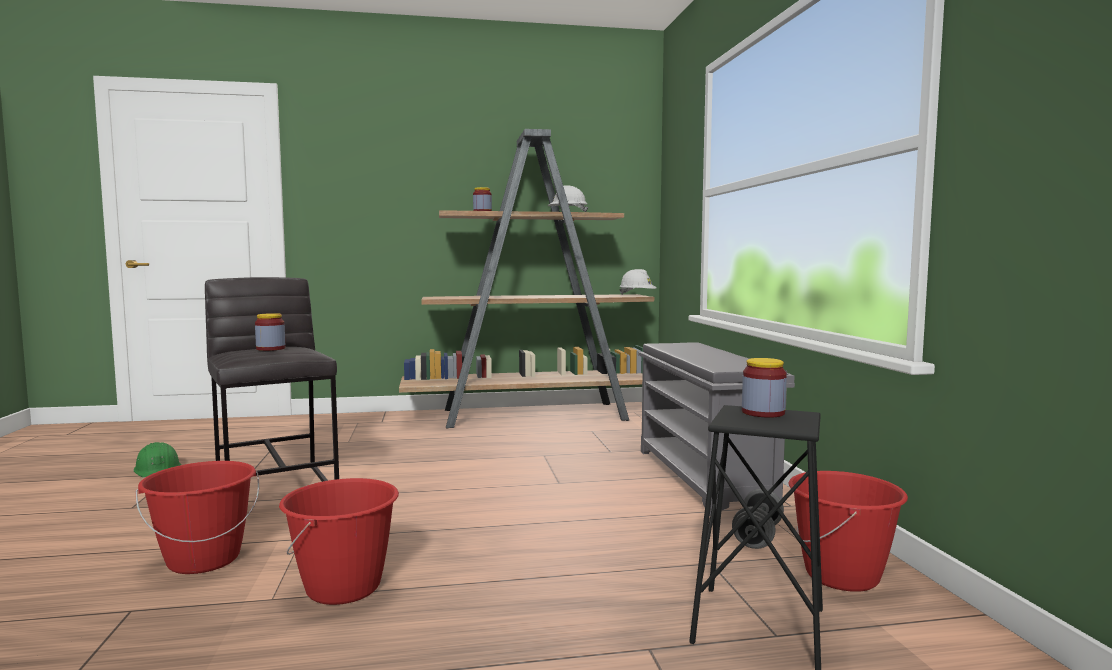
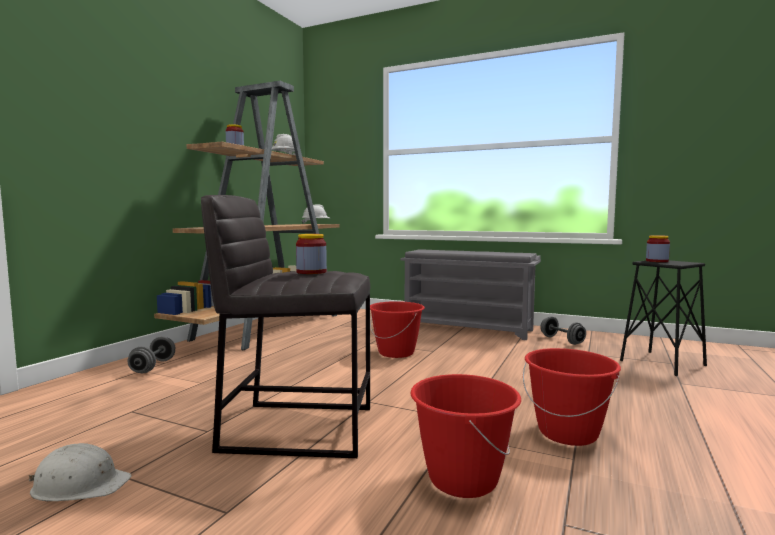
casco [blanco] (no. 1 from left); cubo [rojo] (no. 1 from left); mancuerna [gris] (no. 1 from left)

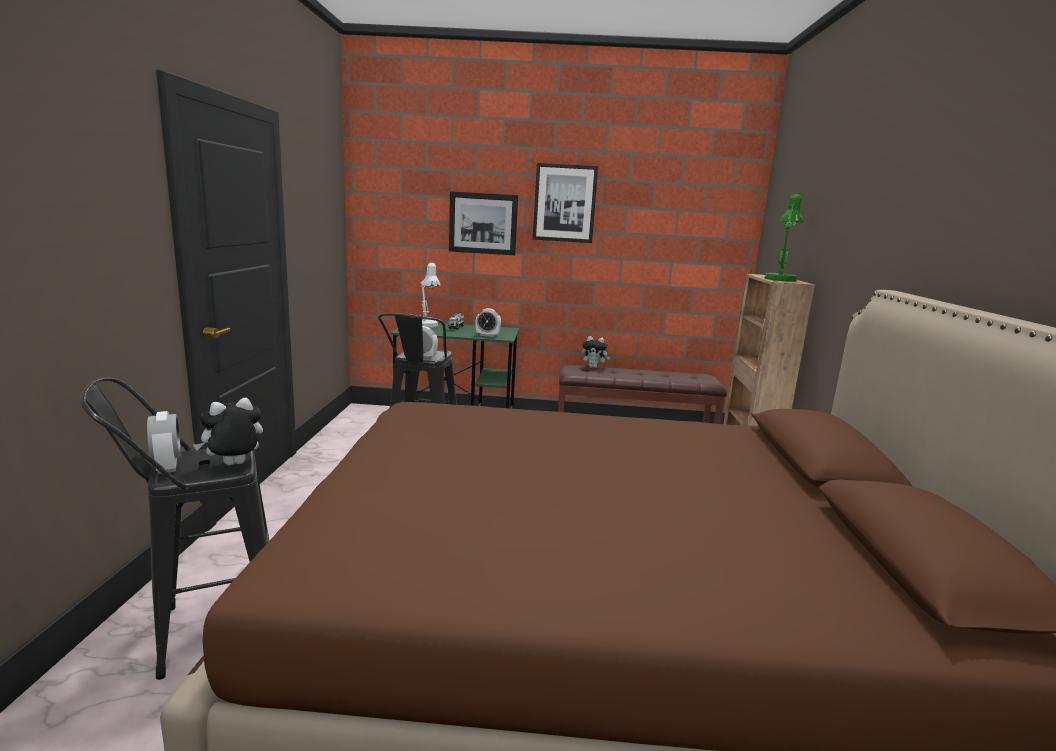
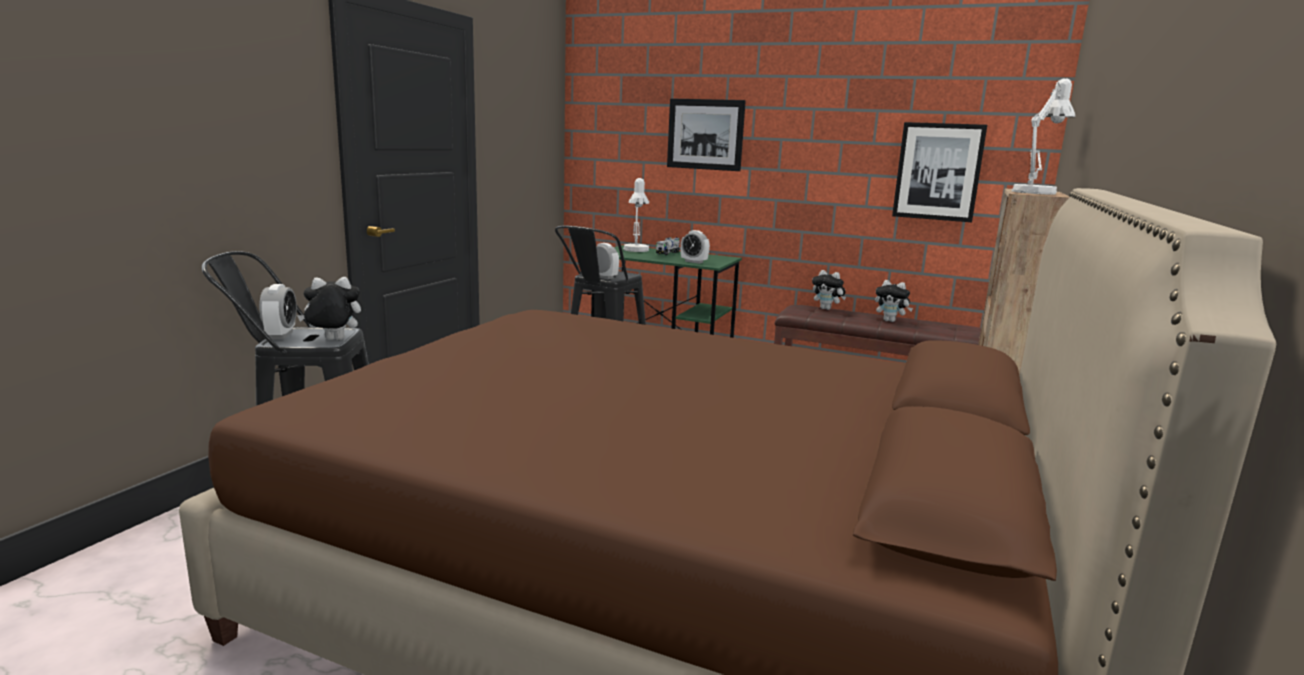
cuadro (no. 2 from left); lámpara de mesa [blanco] (no. 2 from left); peluche (no. 3 from left)

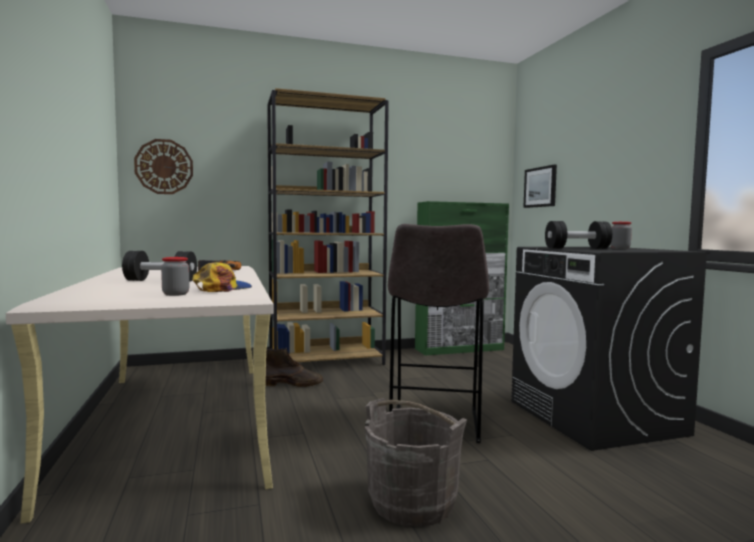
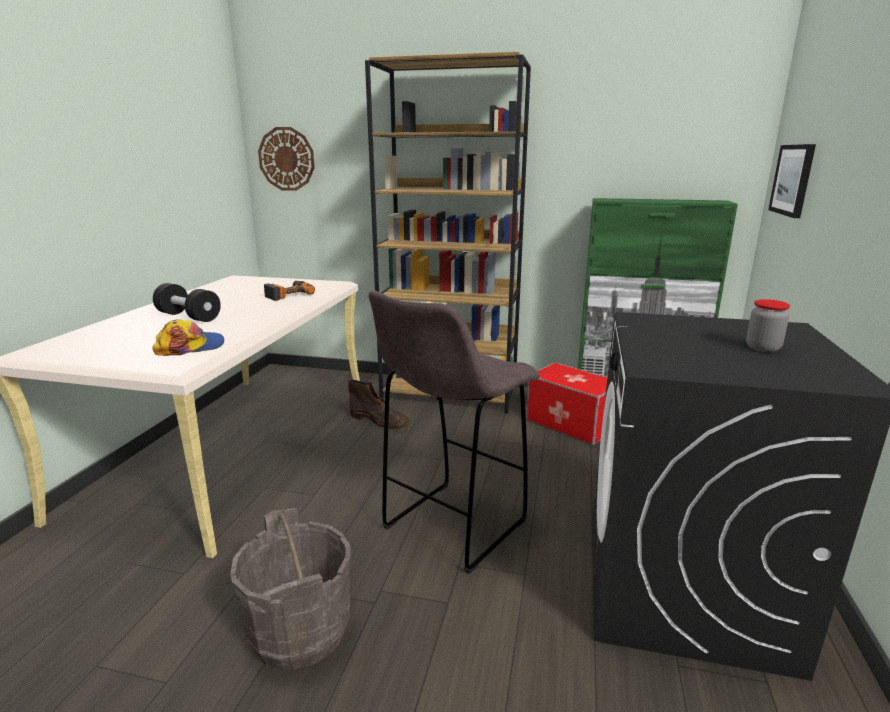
mancuerna [negro] (no. 2 from left in the first image); tarro (no. 1 from left in the first image); caja de almacenaje

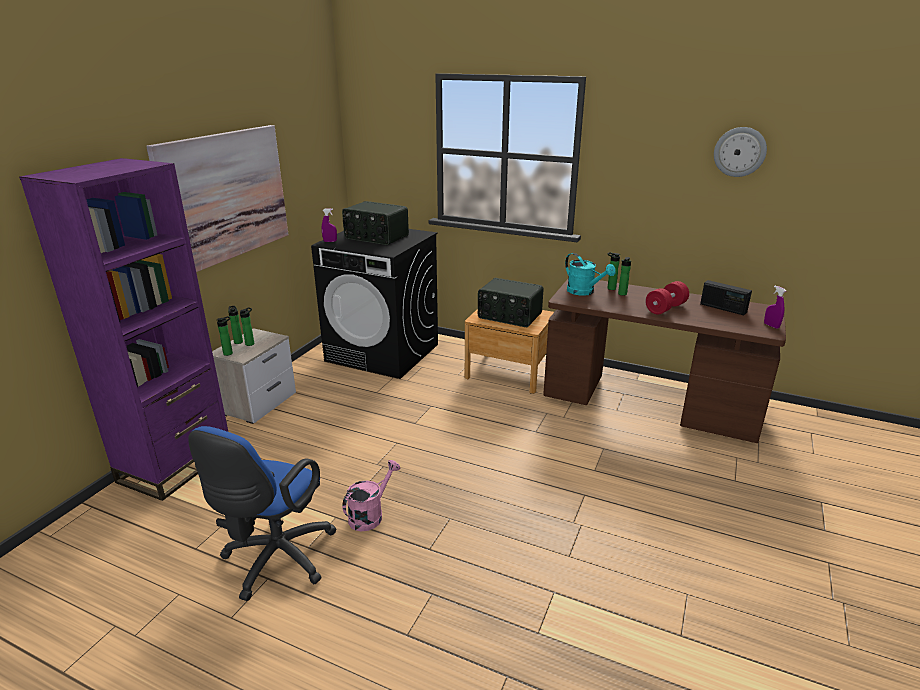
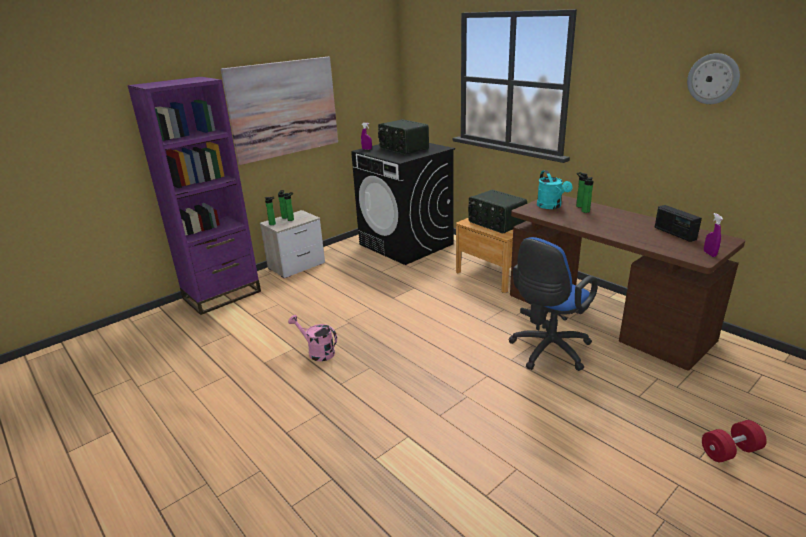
mancuerna [rojo]; silla de oficina [azul]; regadera [rosa]

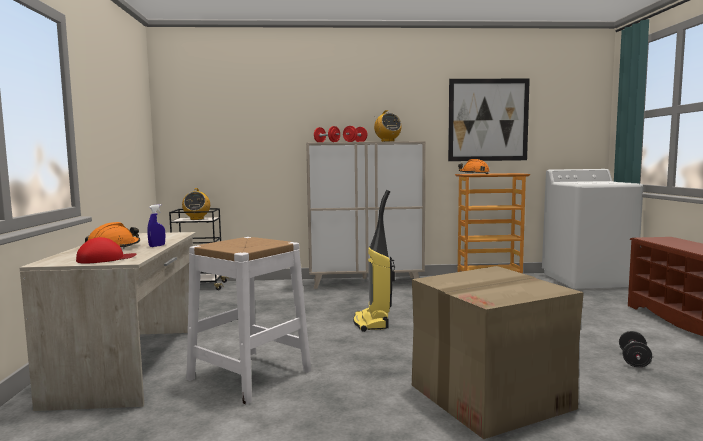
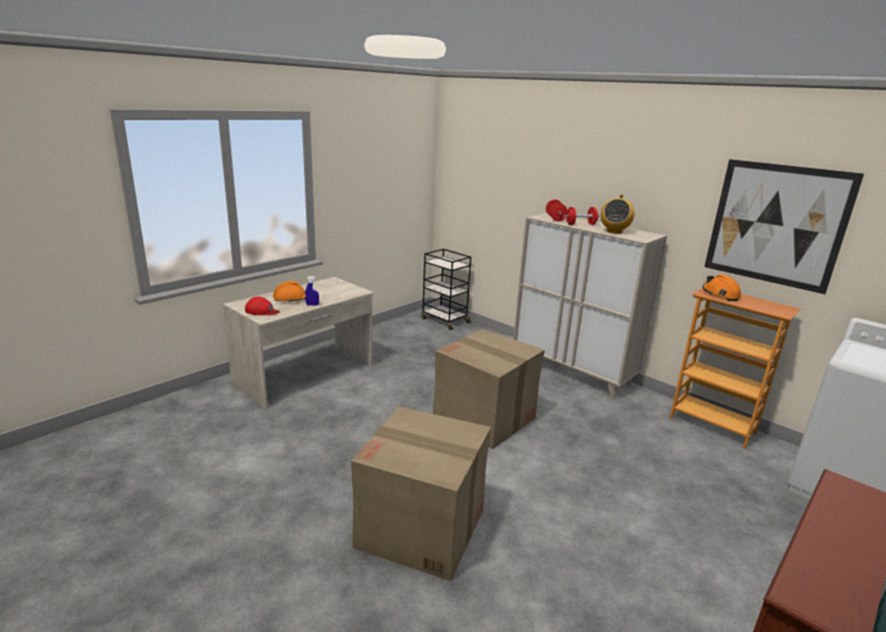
radio (no. 1 from left in the first image); caja de cartón (no. 2 from left); taburete [blanco]; mancuerna [negro]

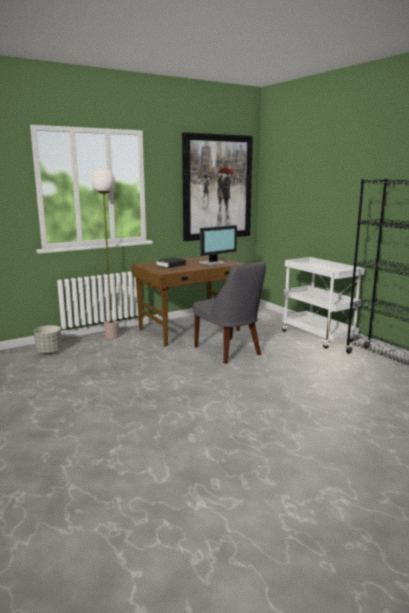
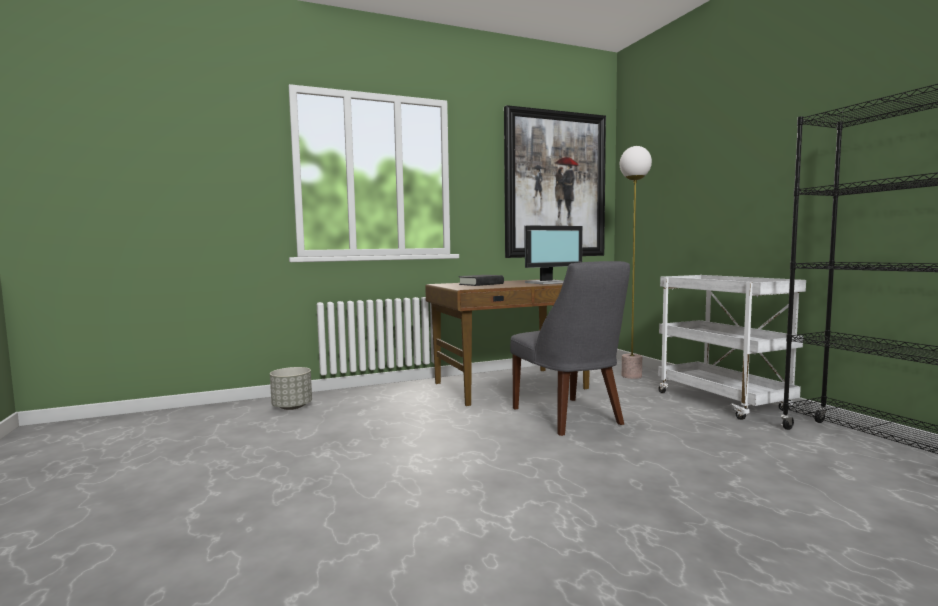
lámpara de pie

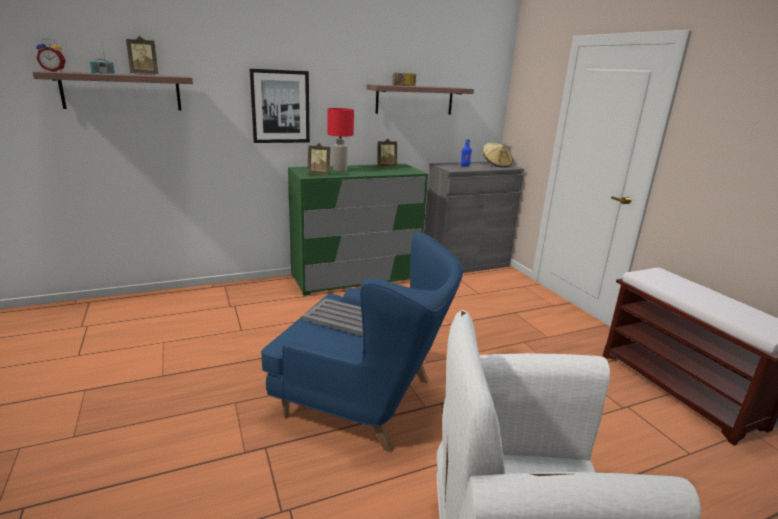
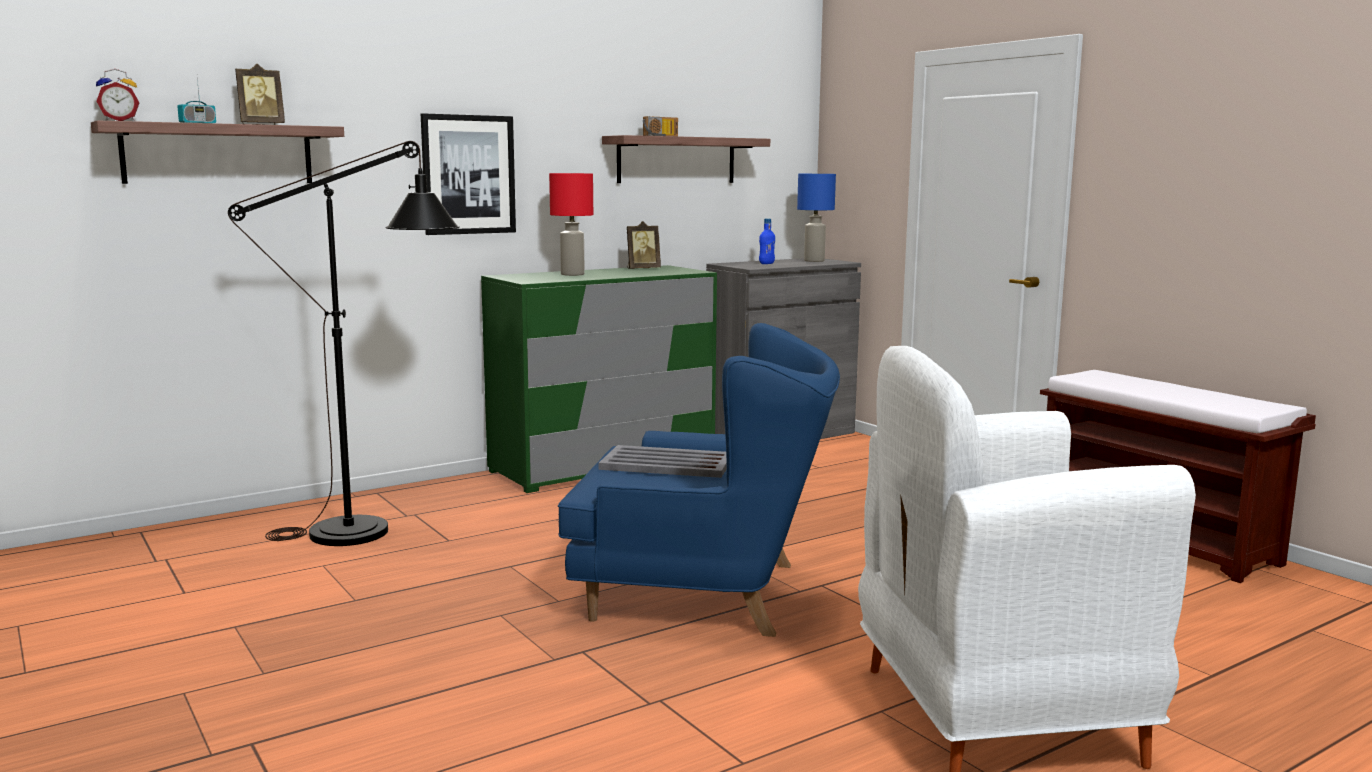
lámpara de mesa [azul]; portarretratos (no. 2 from left in the first image); lámpara de pie [negro]

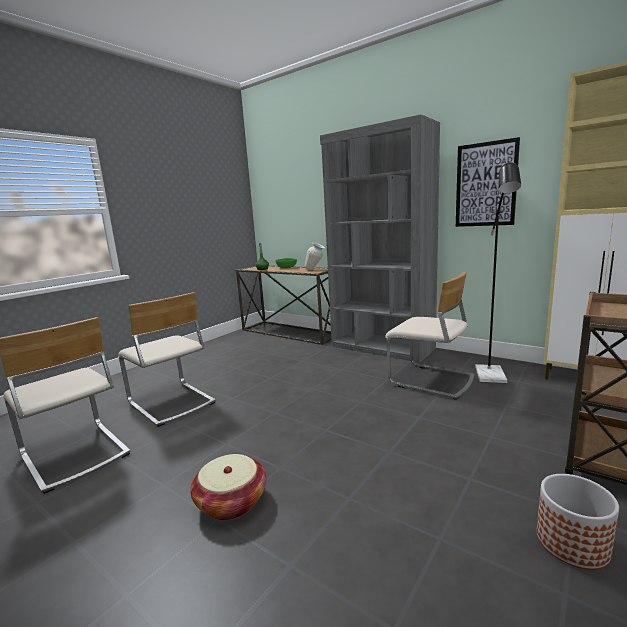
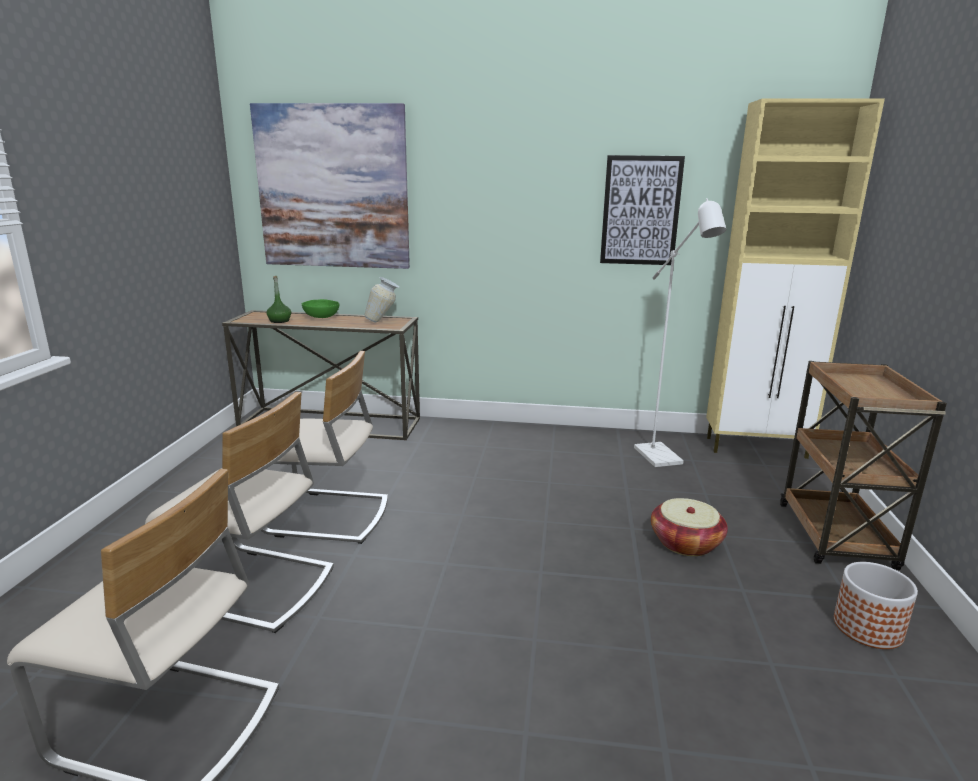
estantería [gris]; lámpara de pie [blanco]; silla [beis] (no. 3 from left); cesta; cuadro (no. 1 from left)

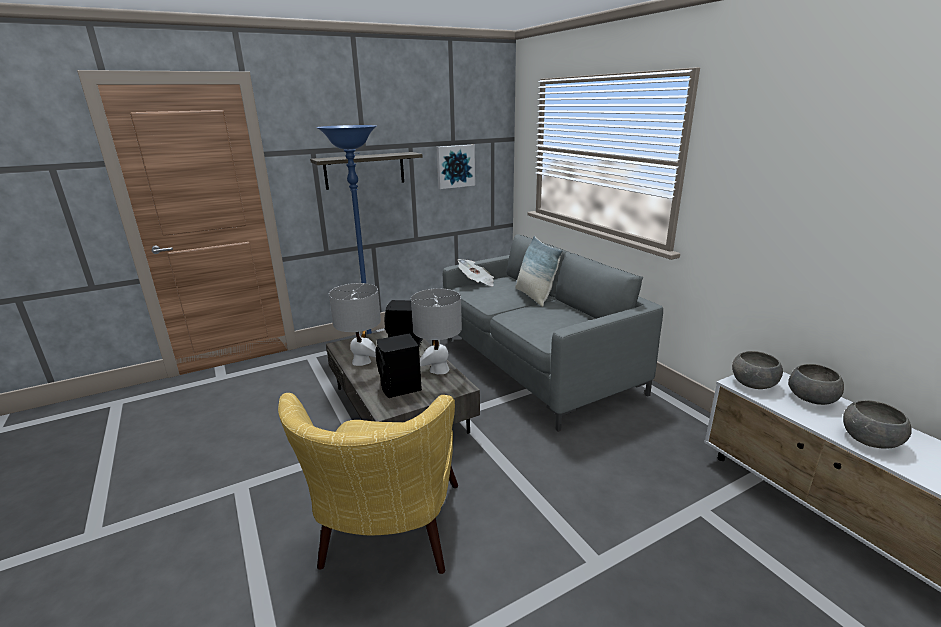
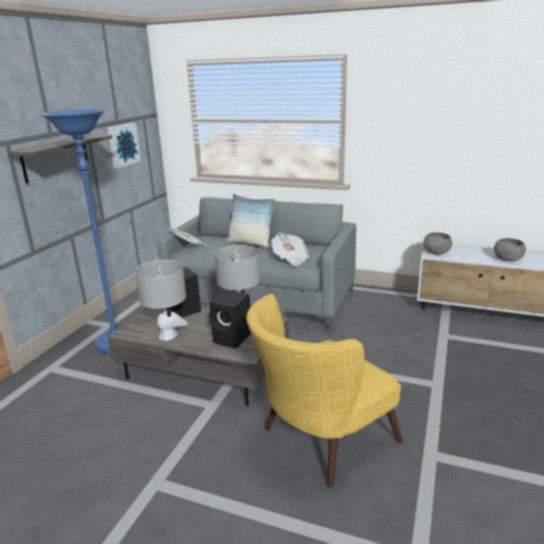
cuenco [gris] (no. 2 from left in the first image); sillón [amarillo]; periódico (no. 2 from left)

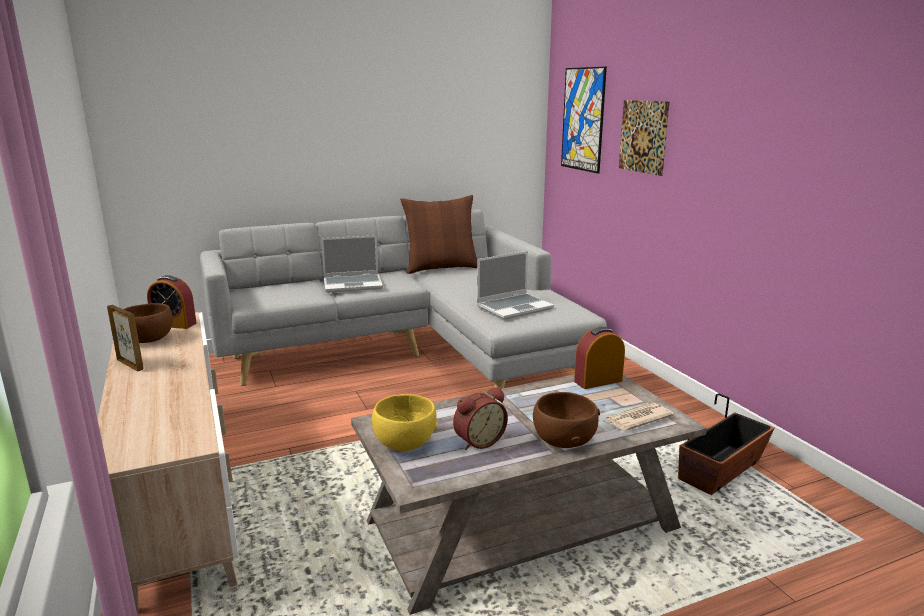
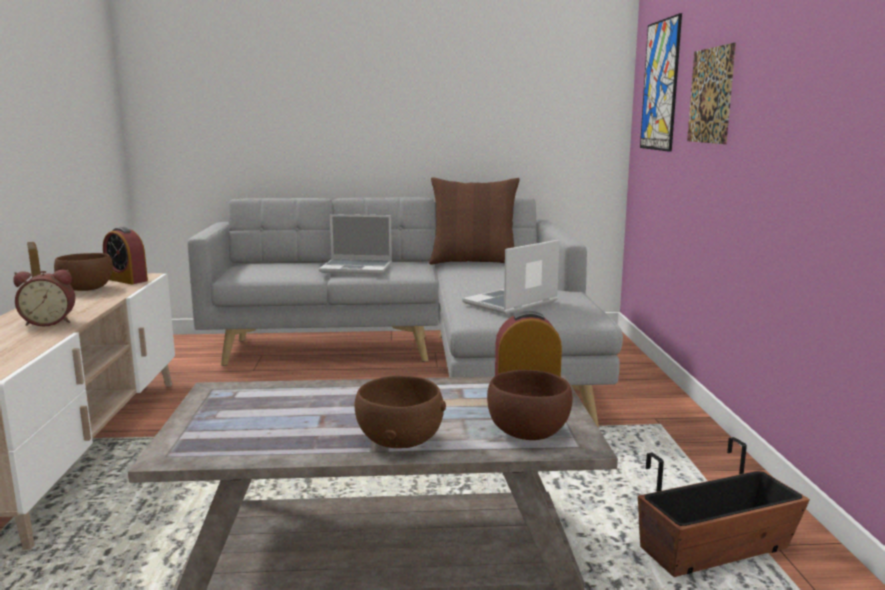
portátil (no. 2 from left); despertador (no. 1 from left); cuenco [amarillo]; cuenco [marrón] (no. 3 from left)

